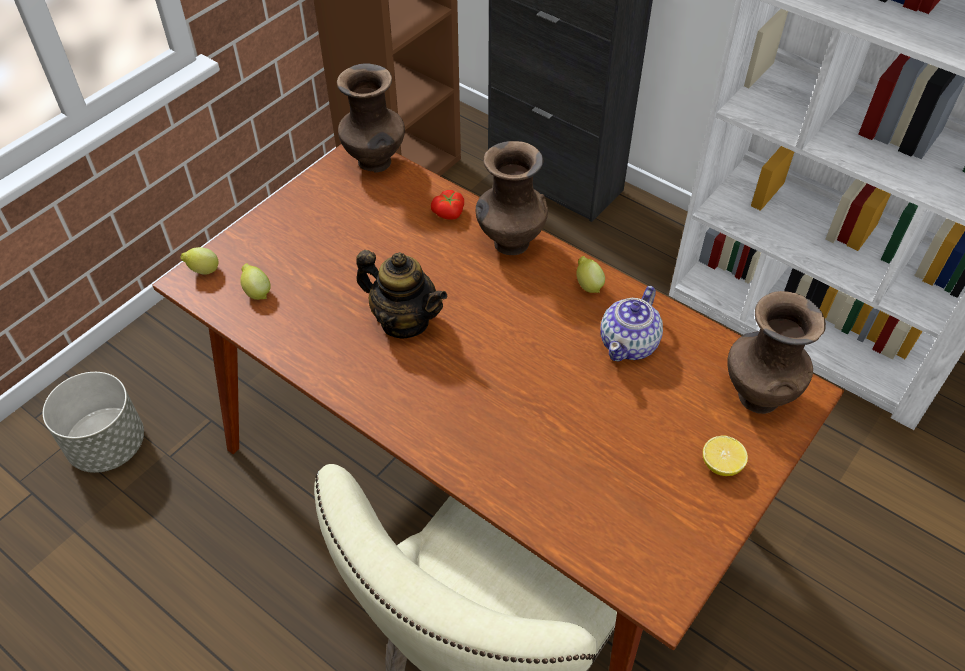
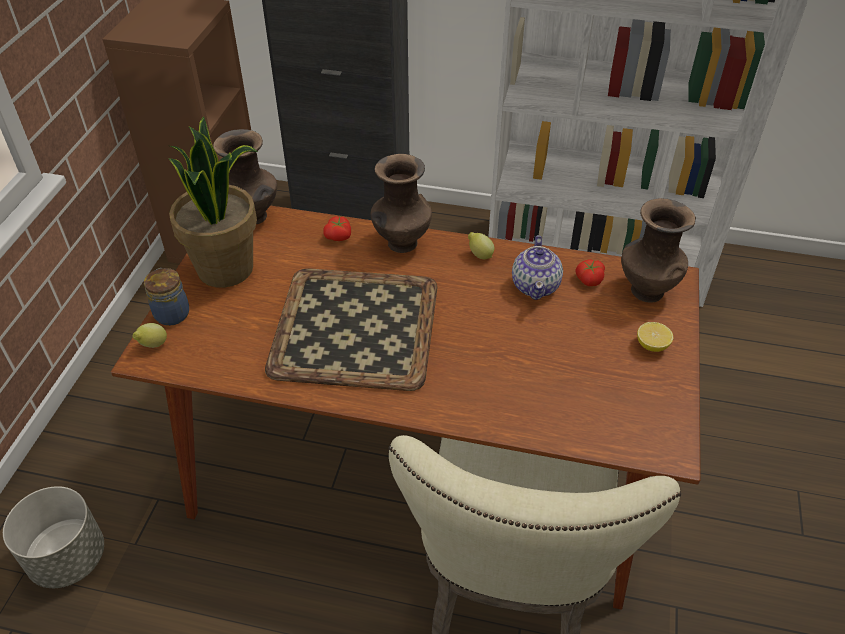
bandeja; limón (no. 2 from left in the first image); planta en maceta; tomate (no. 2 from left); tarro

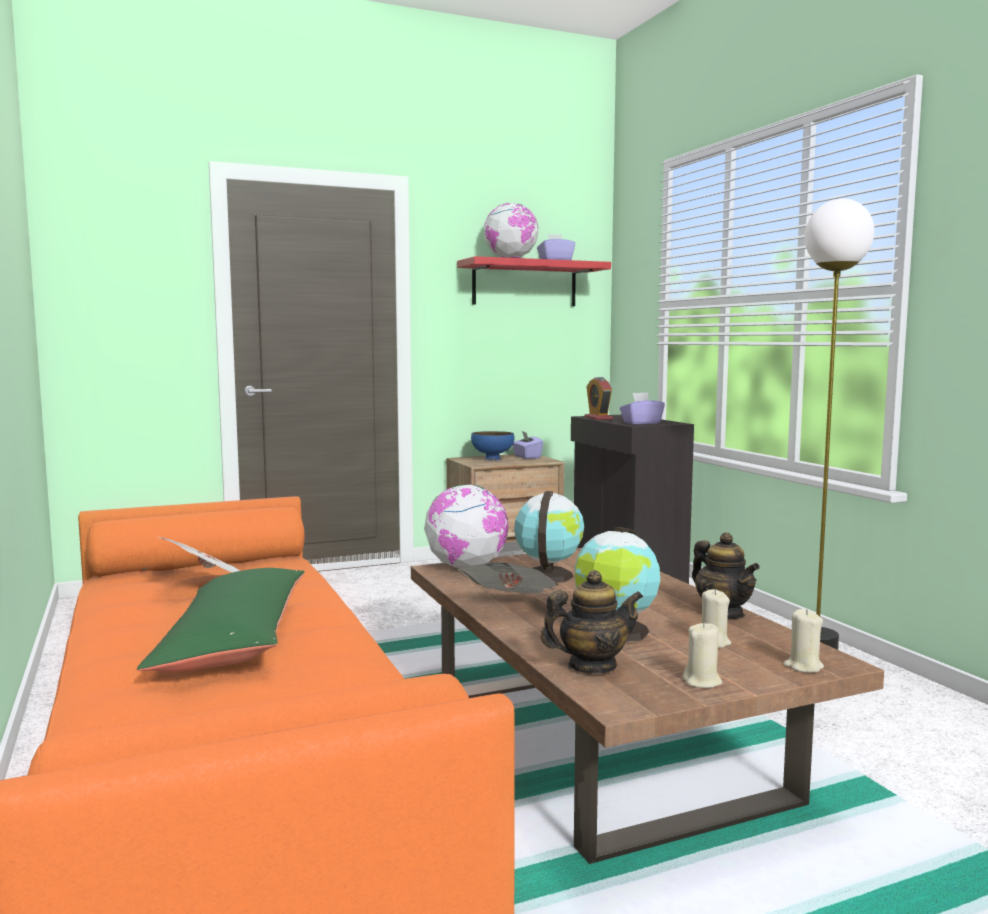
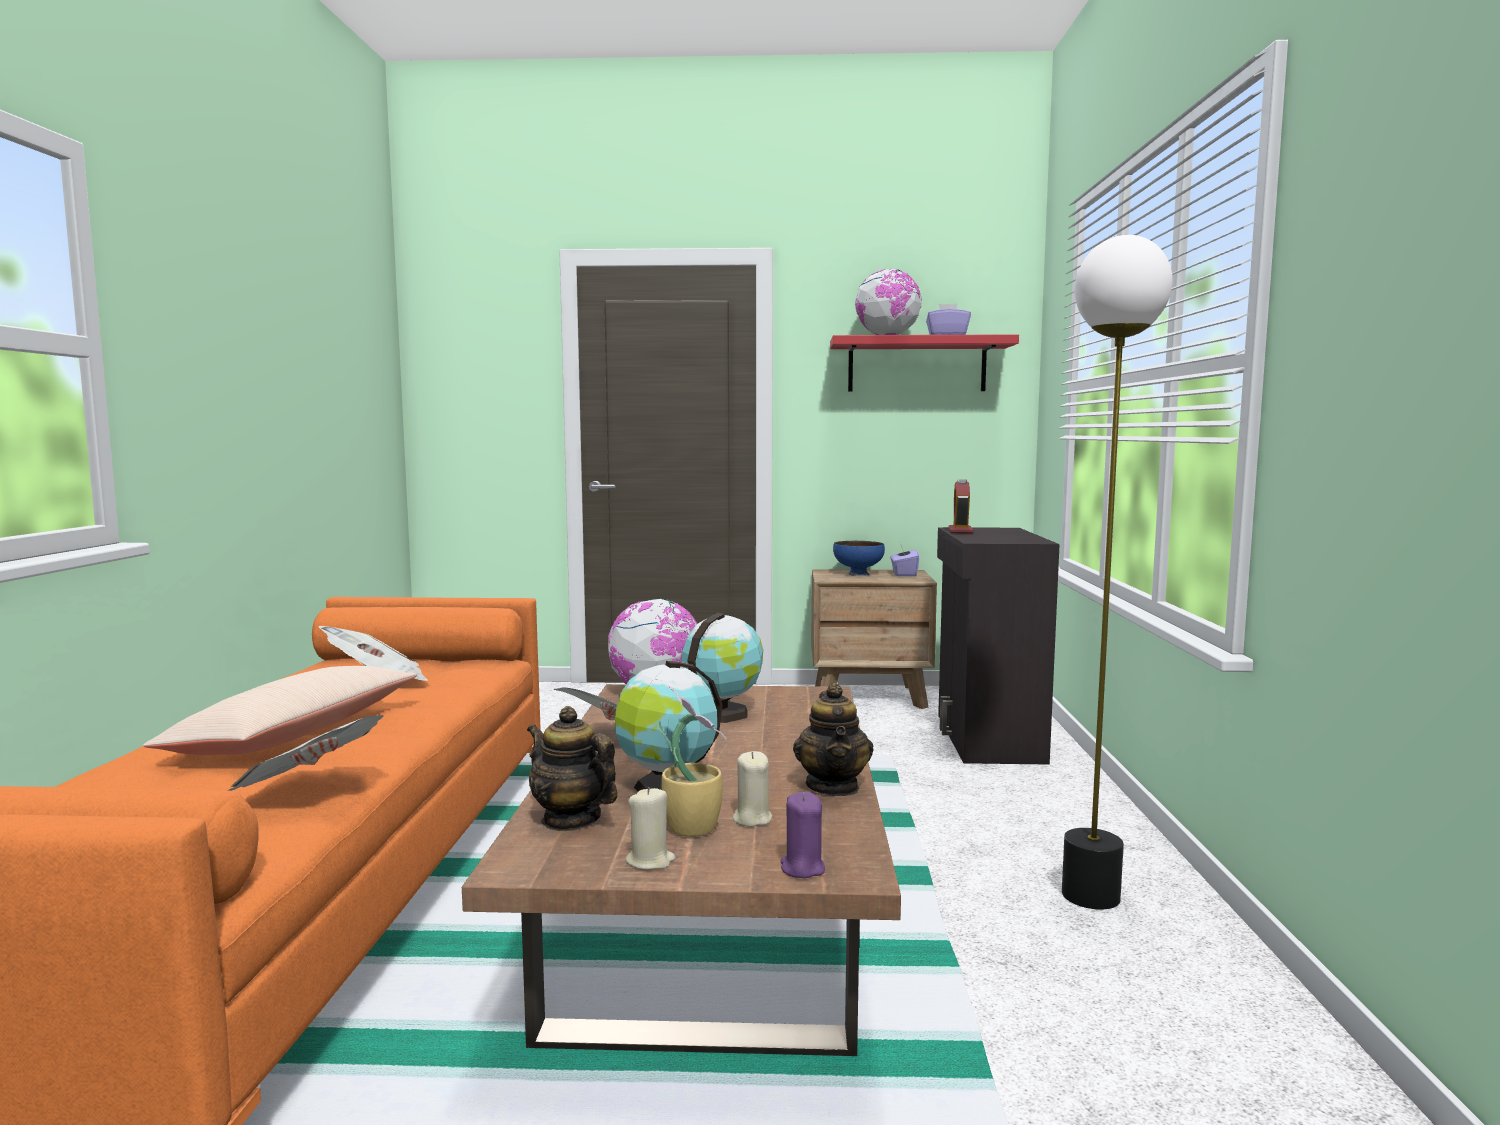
caja de pañuelos [morado] (no. 3 from left in the first image); cojín [beis]; tetera (no. 1 from left); vela [morado]; planta en maceta; periódico (no. 1 from left)

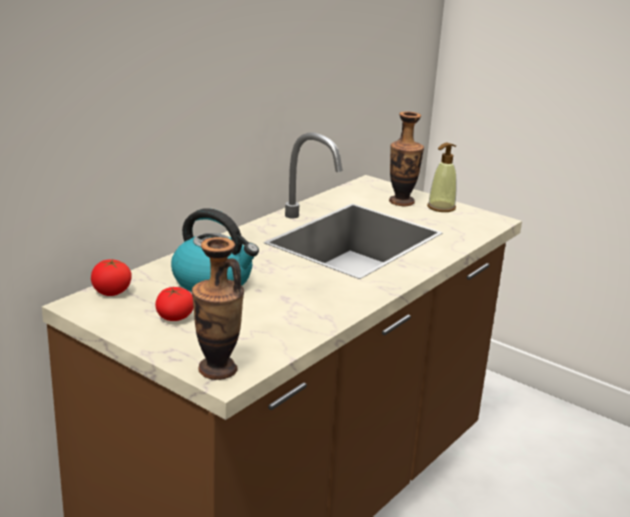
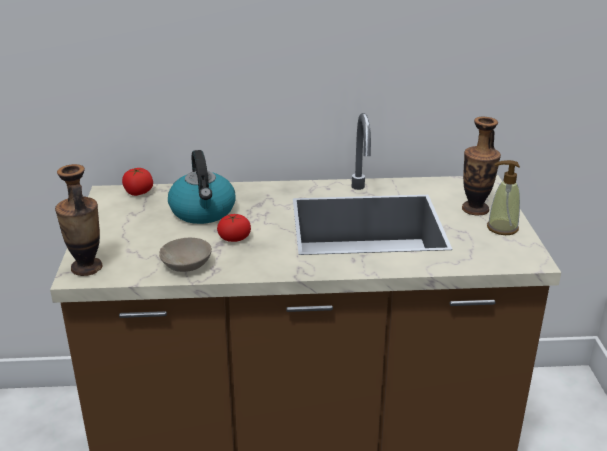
tomate (no. 2 from left); cuenco [beis]

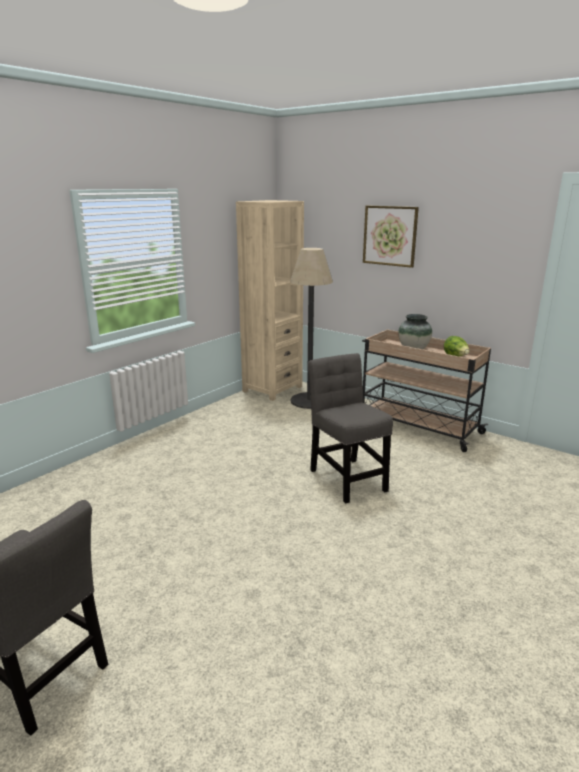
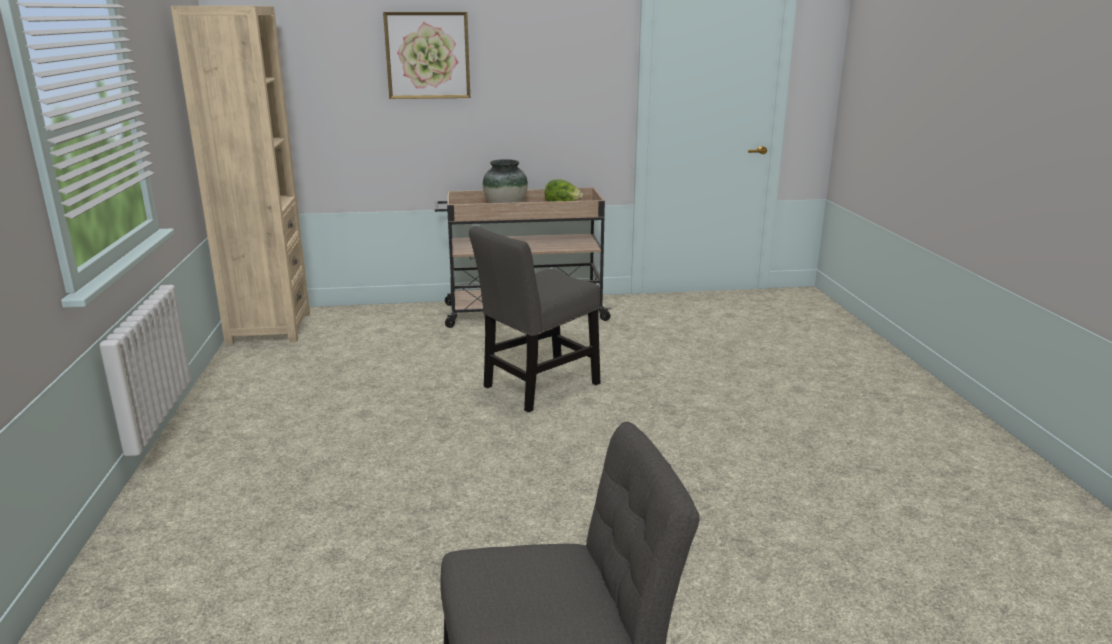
lámpara de pie; silla [gris] (no. 1 from left)

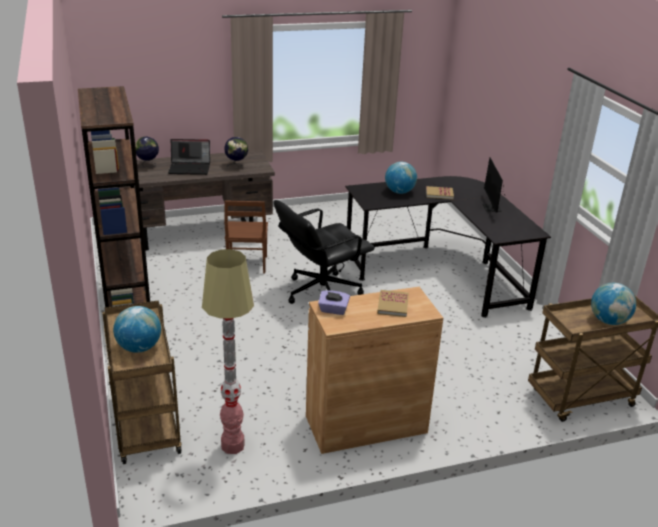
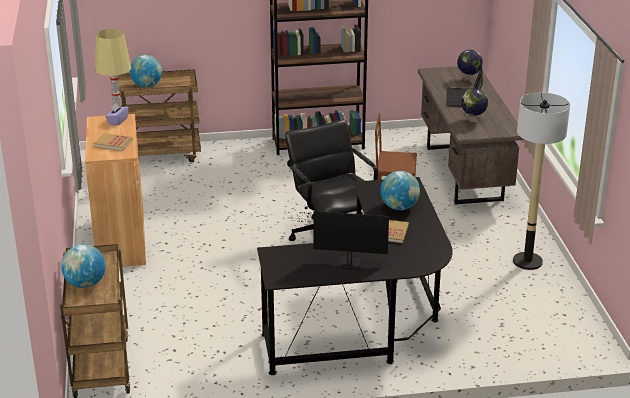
lámpara de pie (no. 2 from left)

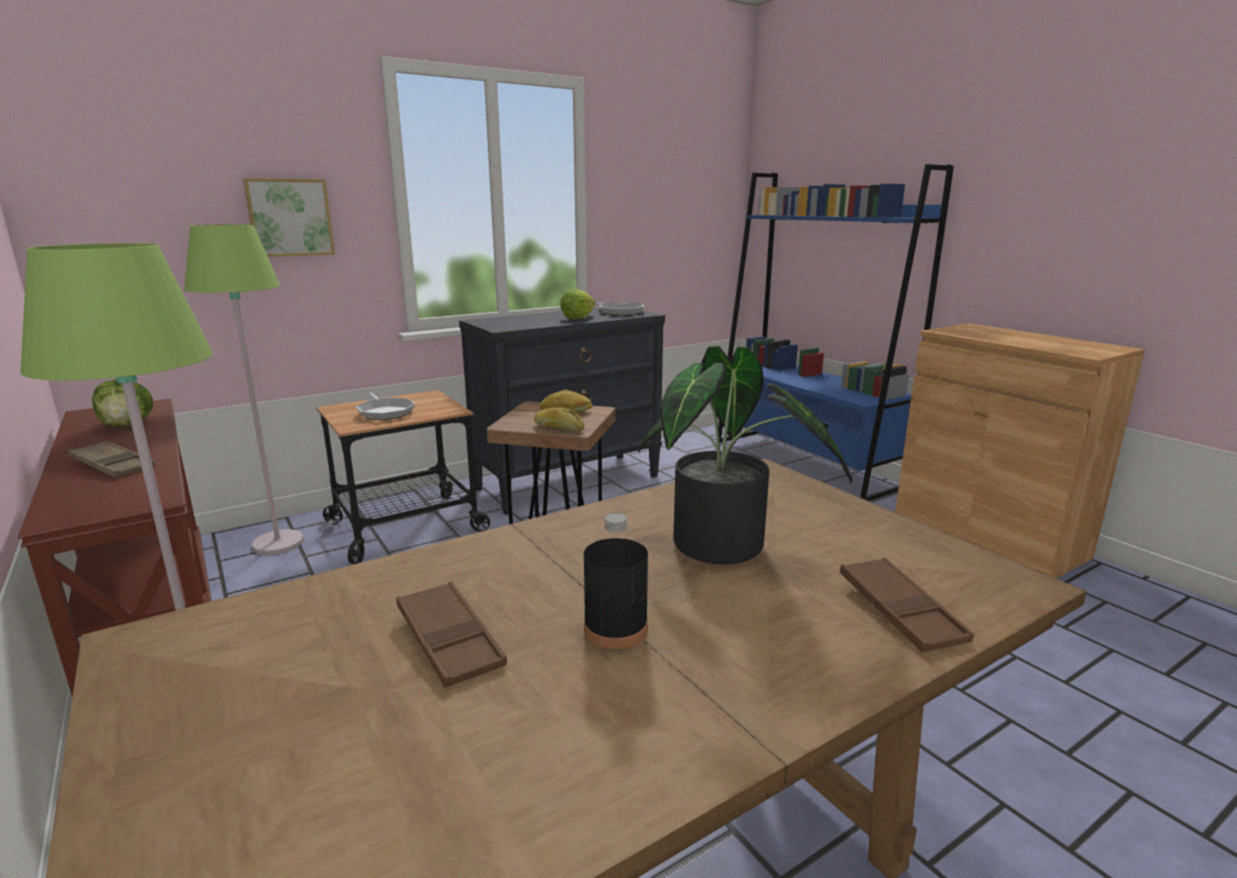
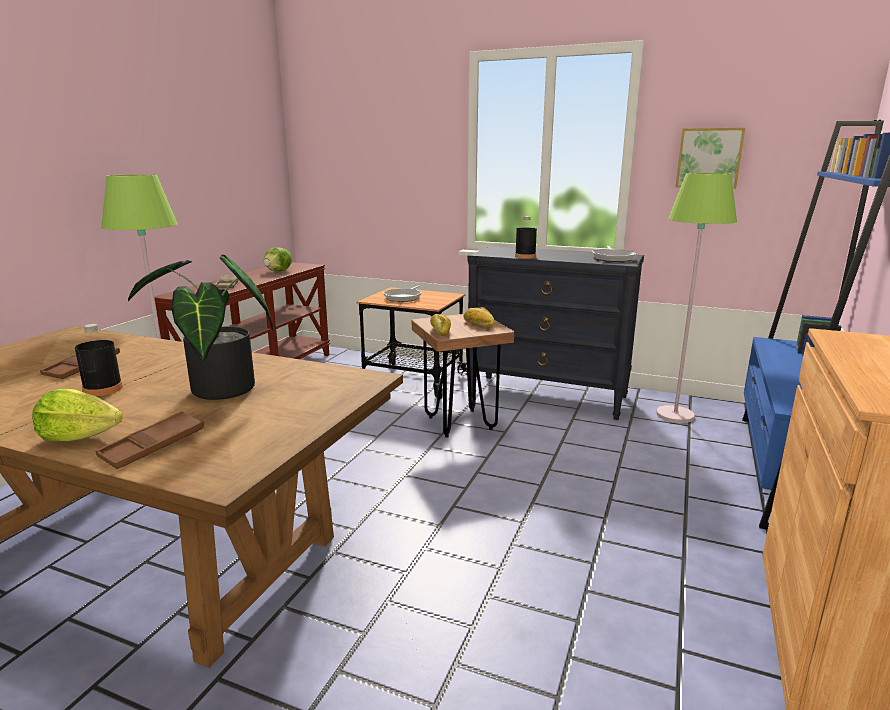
cuadro; lámpara de pie [verde] (no. 2 from left); lechuga (no. 1 from left); botella [negro] (no. 2 from left)

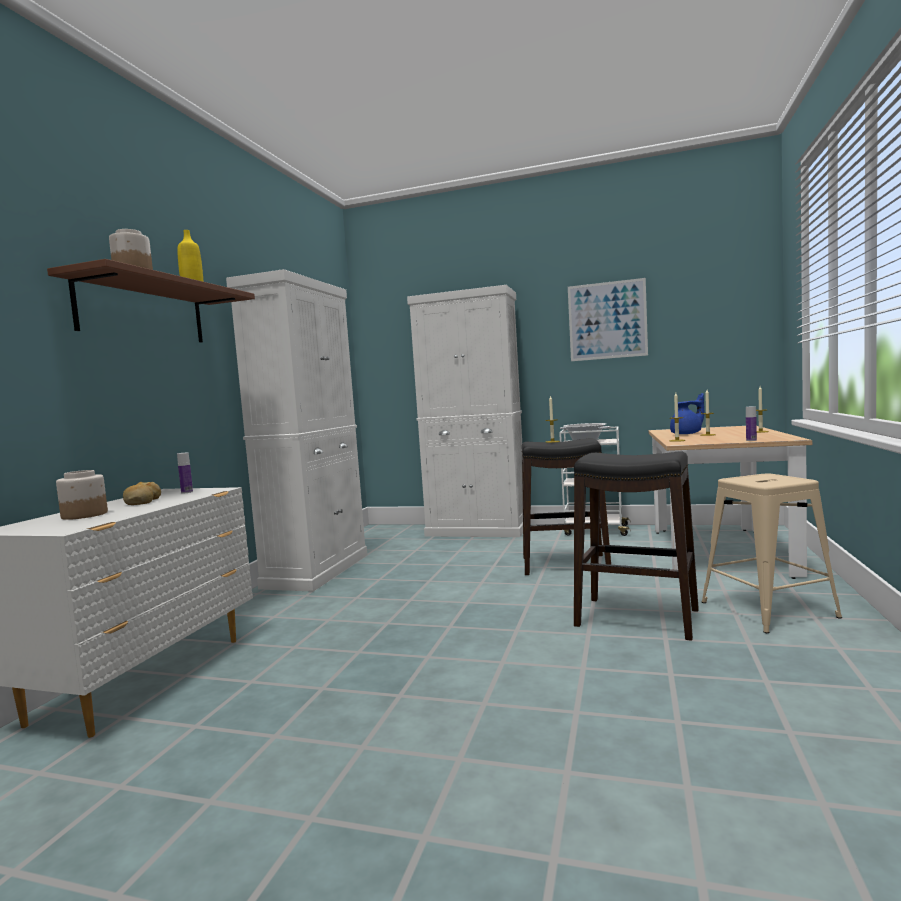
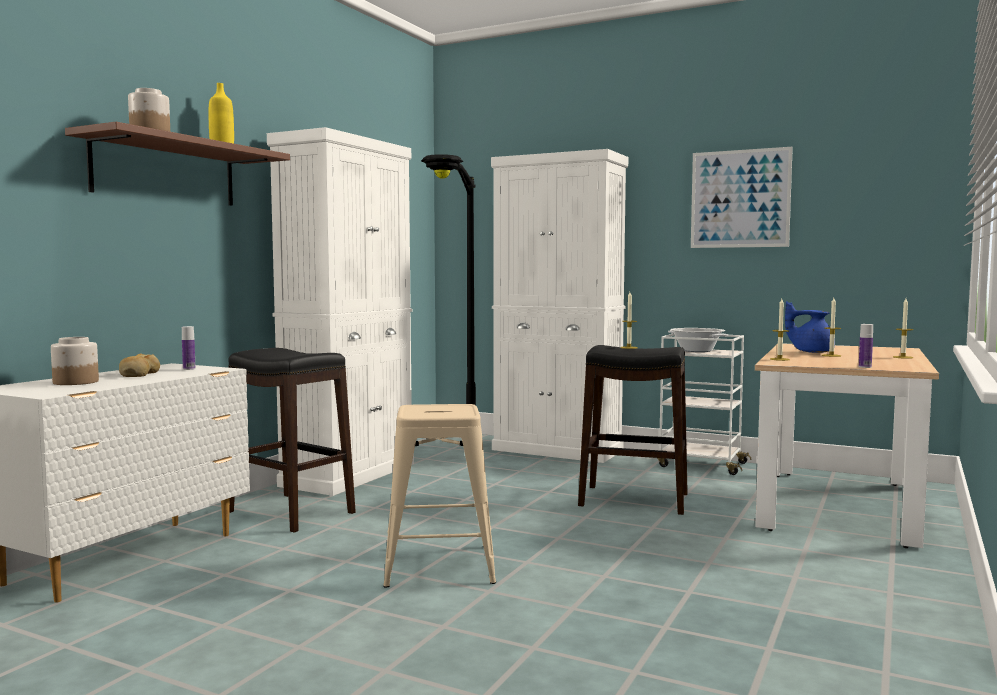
tetera [azul]; taburete [negro] (no. 1 from left); taburete [beis]; lámpara de pie [negro]

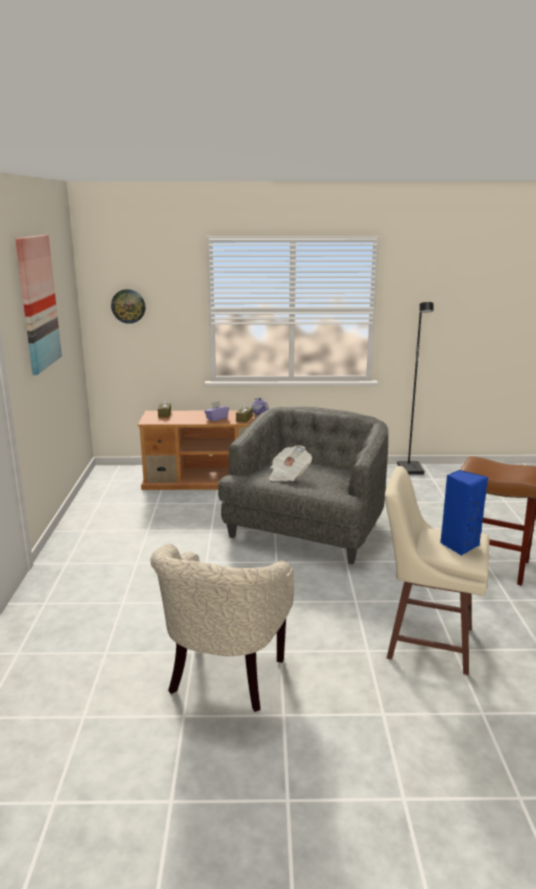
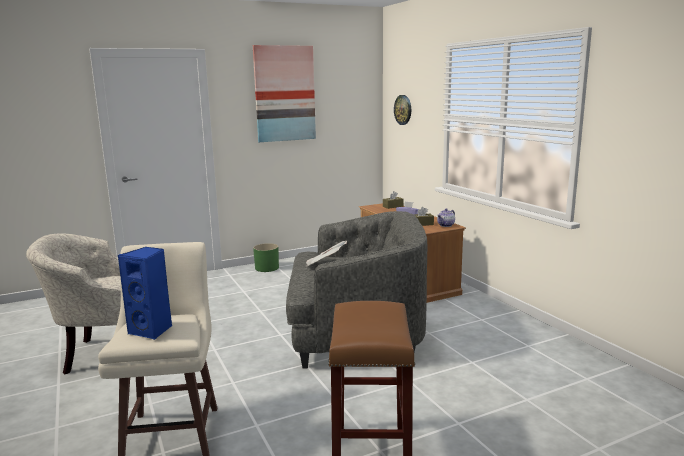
lámpara de pie [negro]; maceta [verde]

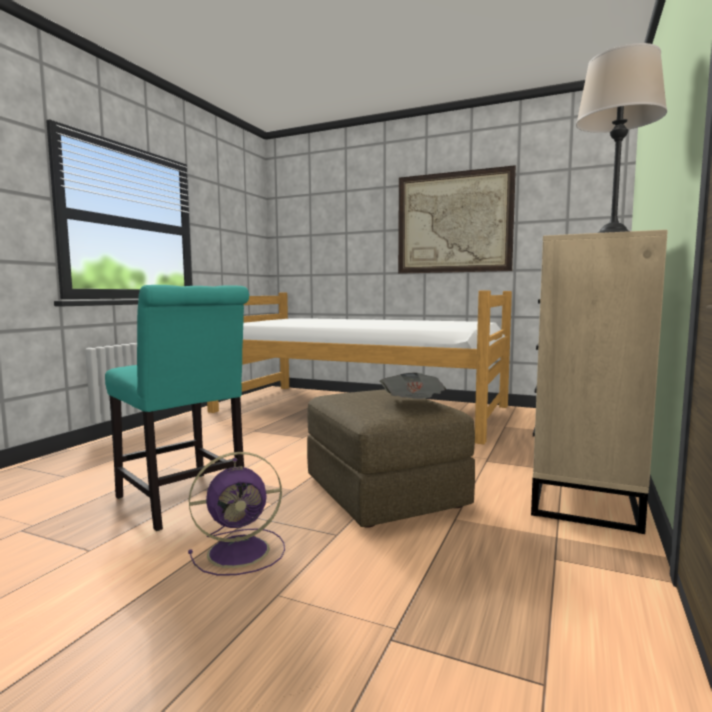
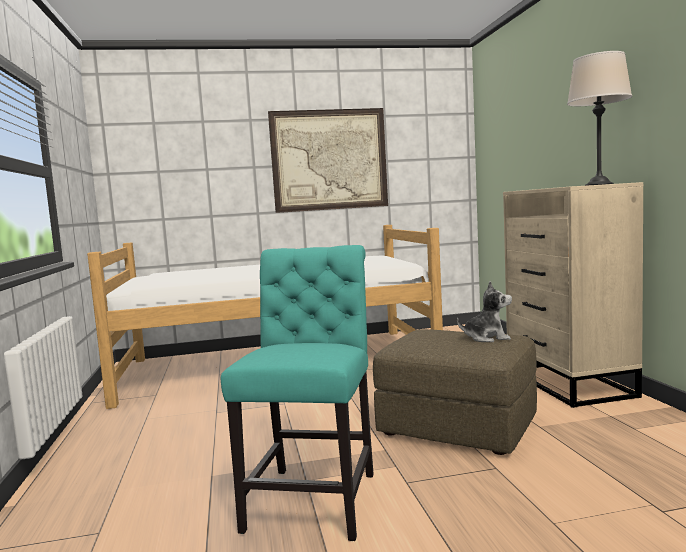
silla [turquesa]; peluche; ventilador [morado]

